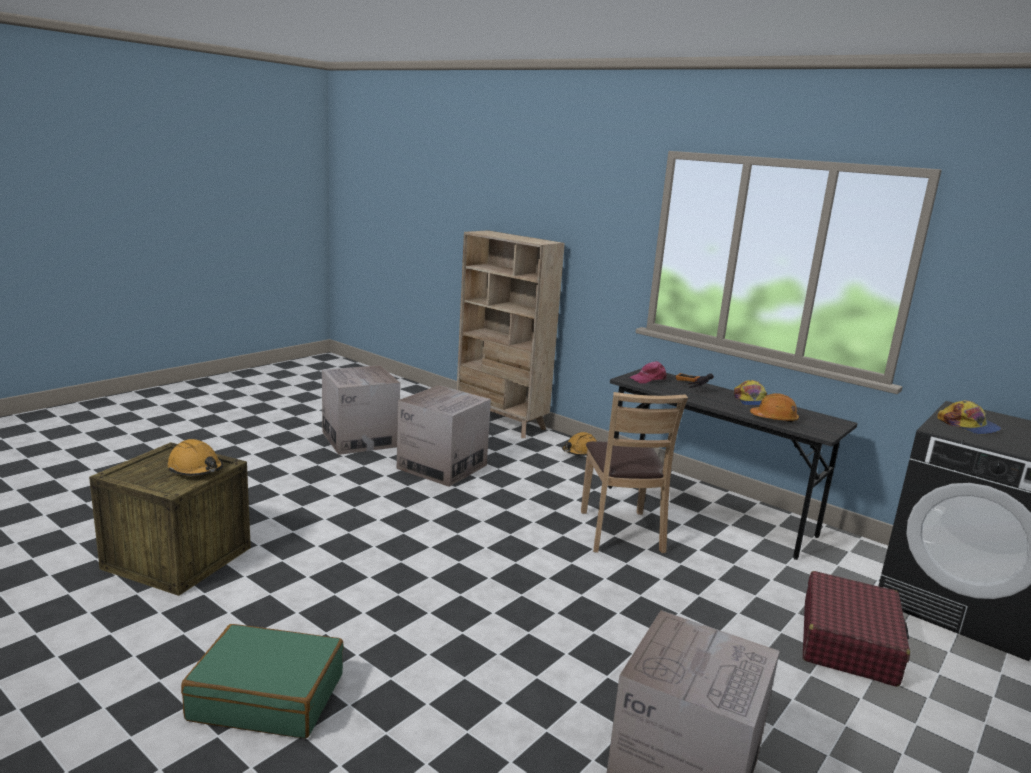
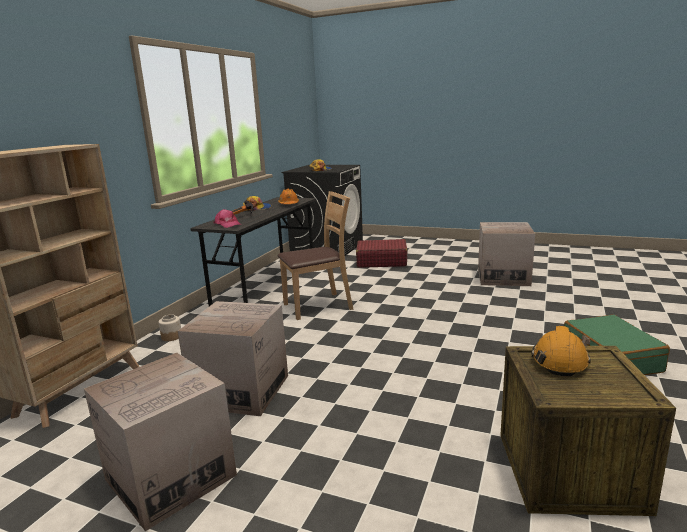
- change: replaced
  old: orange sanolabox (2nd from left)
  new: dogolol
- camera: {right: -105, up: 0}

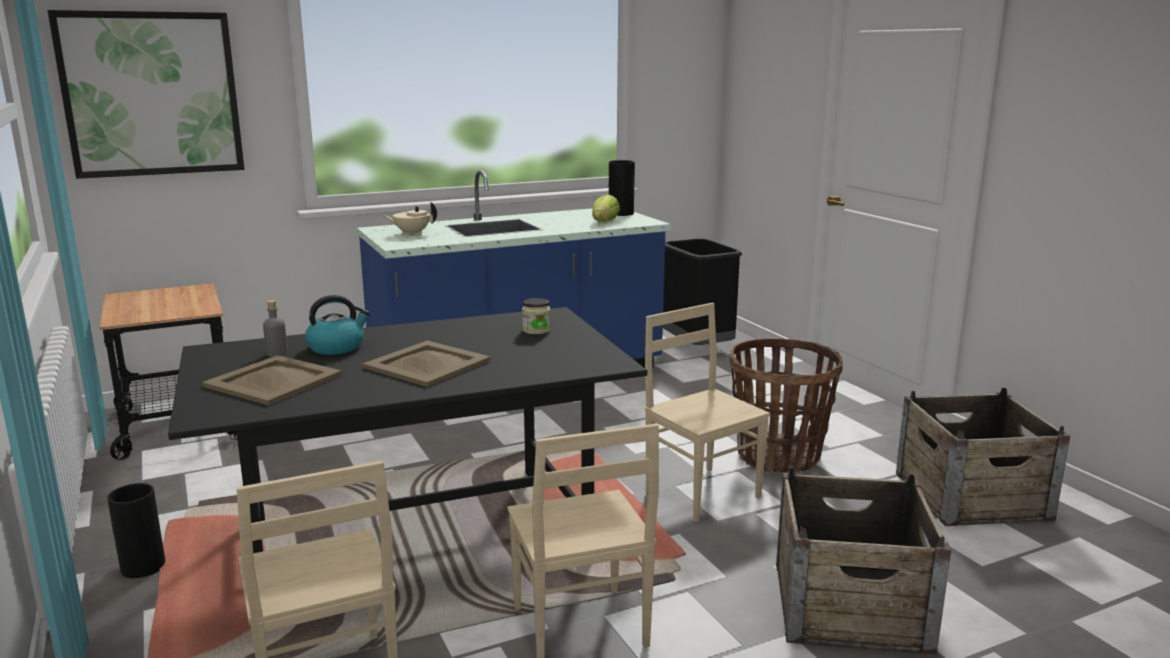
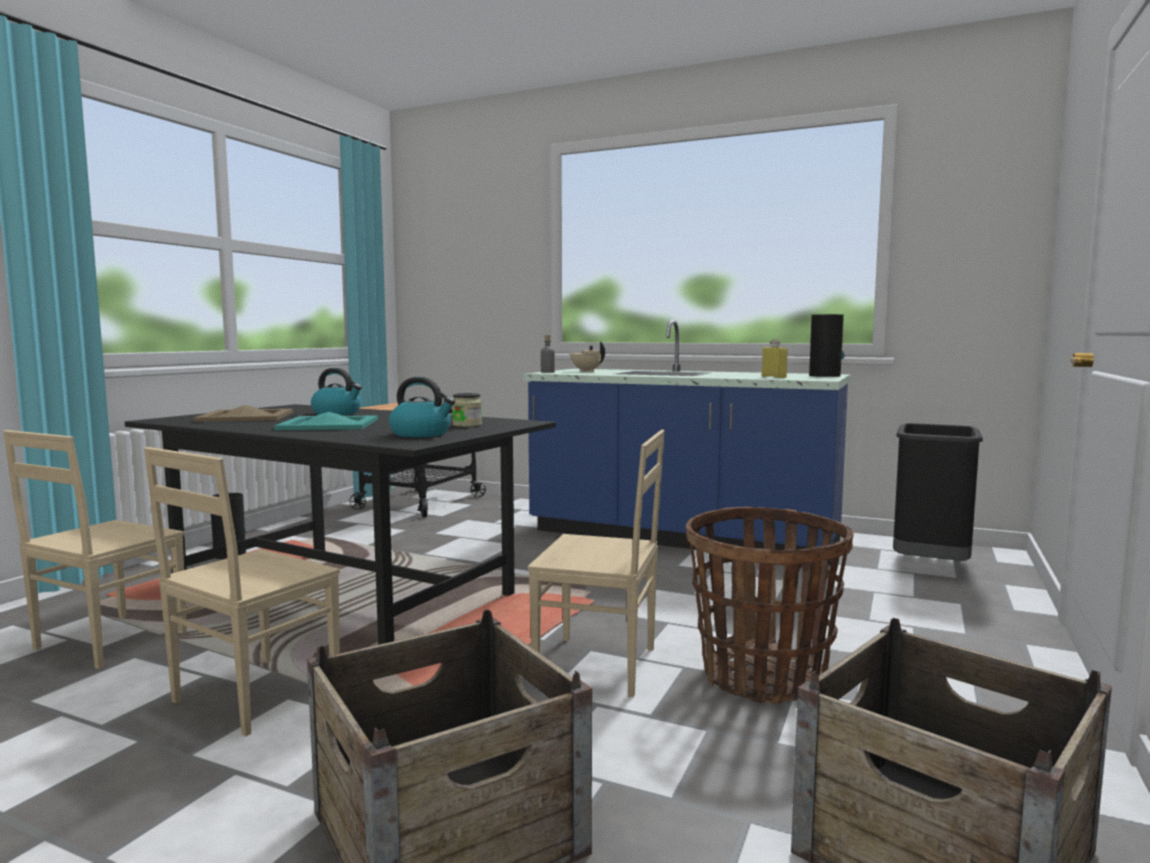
- change: recoloured
  old: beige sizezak (2nd from left)
  new: turquoise sizezak
- change: added
  new: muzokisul (2nd from left)
- change: turned
  old: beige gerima (3rd from left)
  degrees: 90
- change: moved
  old: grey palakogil
- change: replaced
  old: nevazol
  new: yellow palakogil
- change: removed
  old: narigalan
- camera: {right: 50, up: -10}

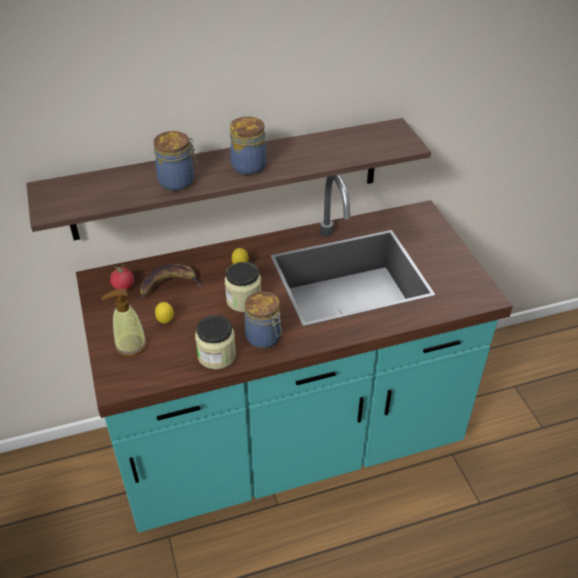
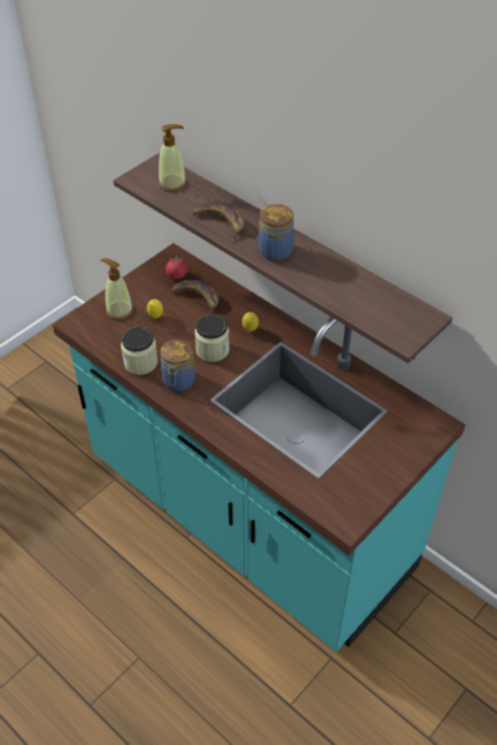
- change: added
  new: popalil (2nd from left)
- change: replaced
  old: dogolol (1st from left)
  new: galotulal (2nd from left)
- camera: {right: 60, up: 5}

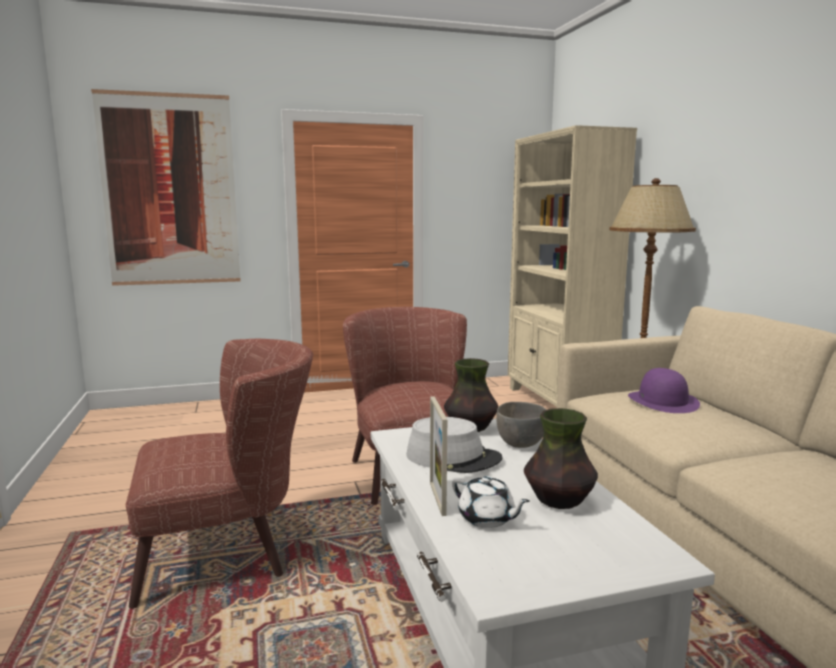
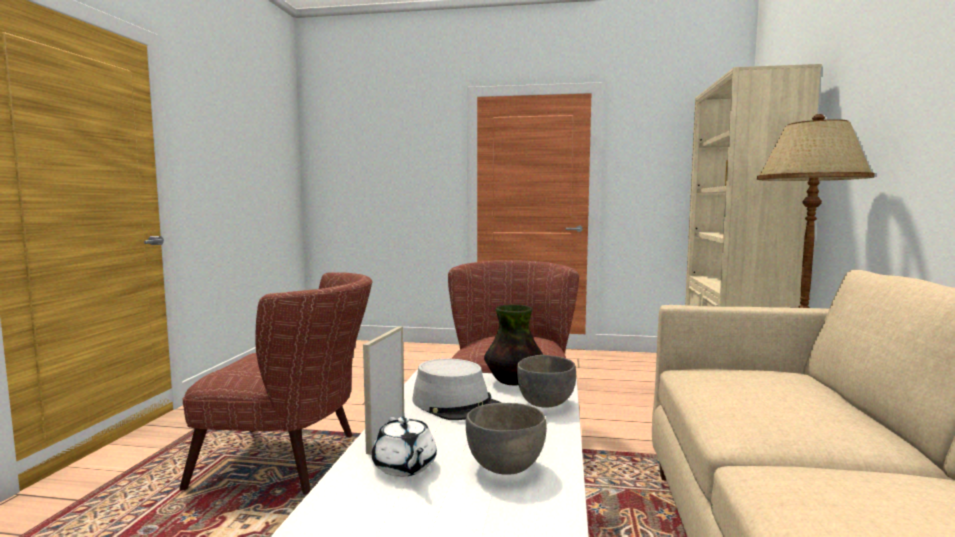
- change: replaced
  old: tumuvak (2nd from left)
  new: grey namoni (1st from left)
- change: removed
  old: narigalan
- change: removed
  old: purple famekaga
- camera: {right: 25, up: -5}

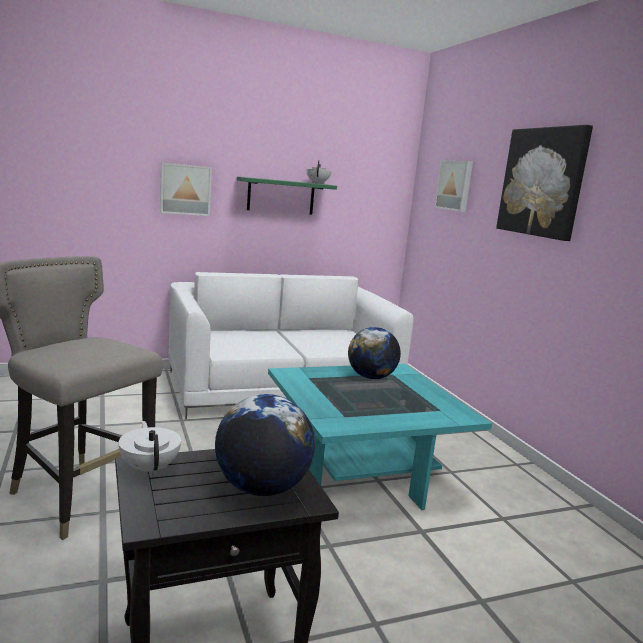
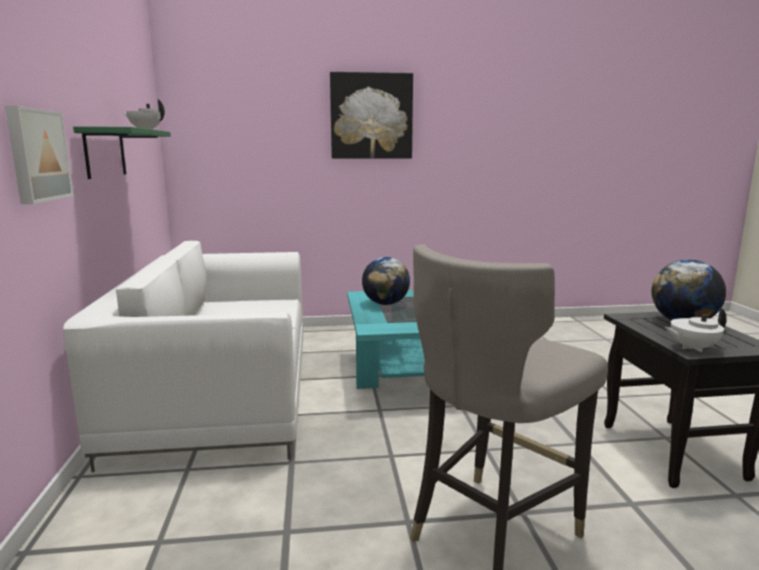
- change: removed
  old: narigalan (2nd from left)
- camera: {right: -75, up: 0}

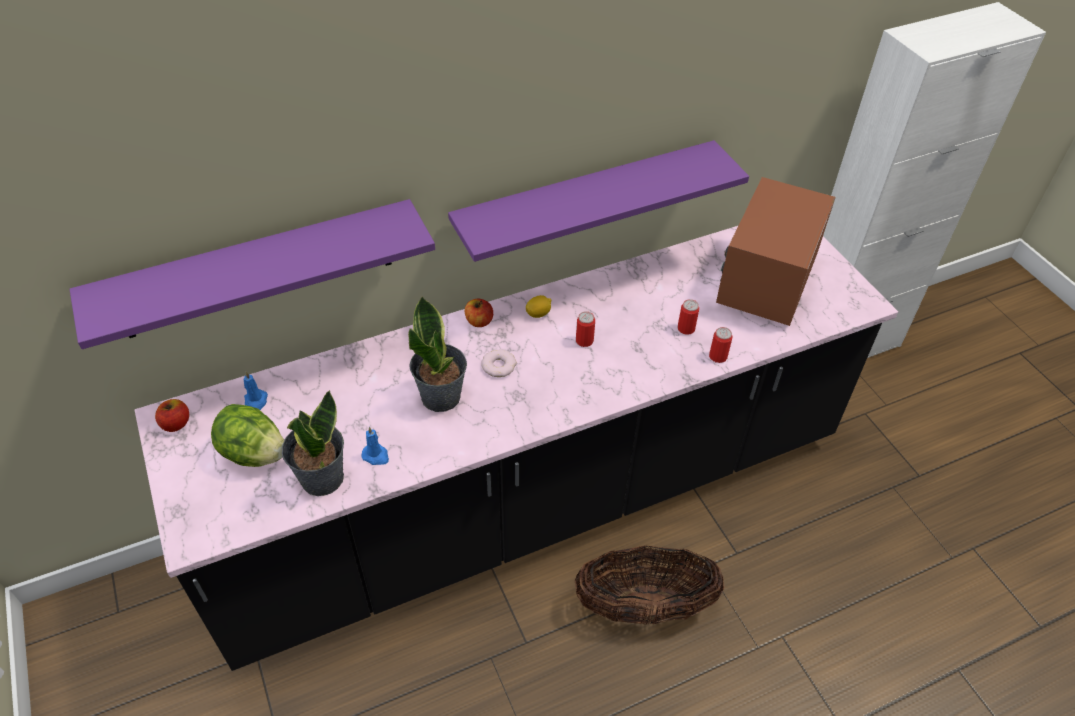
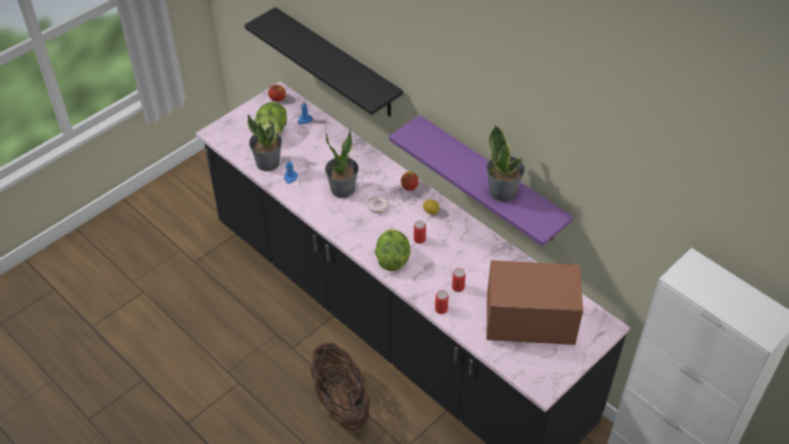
- change: recoloured
  old: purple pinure (1st from left)
  new: black pinure
- change: added
  new: nevazol (2nd from left)
- change: added
  new: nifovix (3rd from left)
- camera: {right: 70, up: 0}

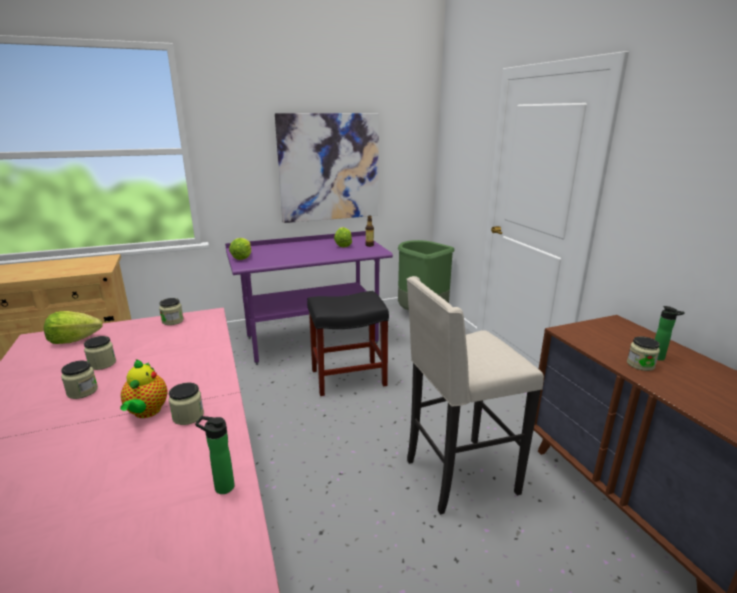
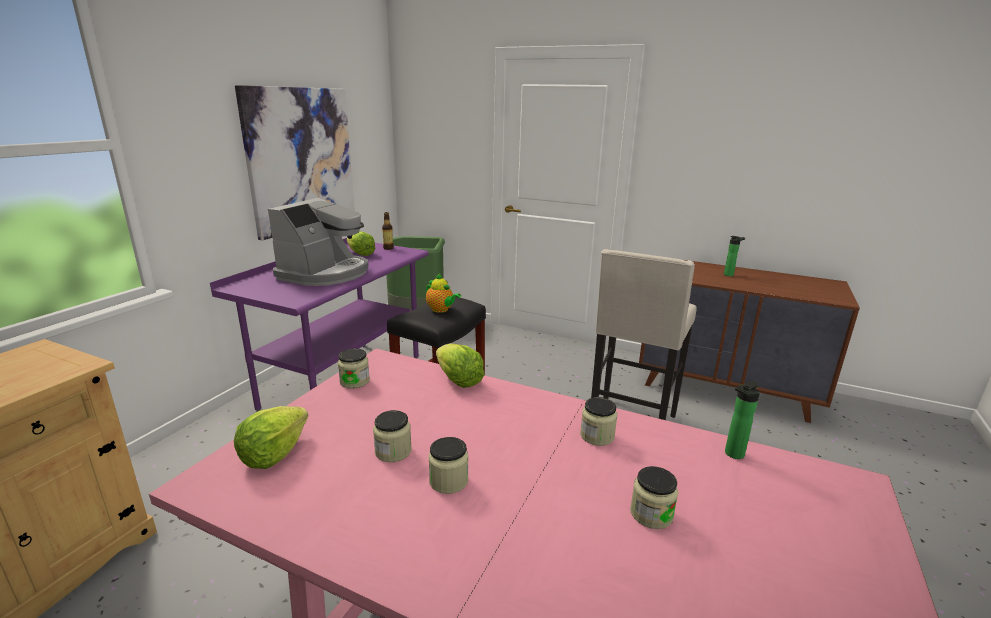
- change: added
  new: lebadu
- change: moved
  old: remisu
- change: moved
  old: nevazol (2nd from left in the first image)
  new: nevazol (3rd from left)
- change: moved
  old: dogolol (5th from left)
- camera: {right: -45, up: 0}

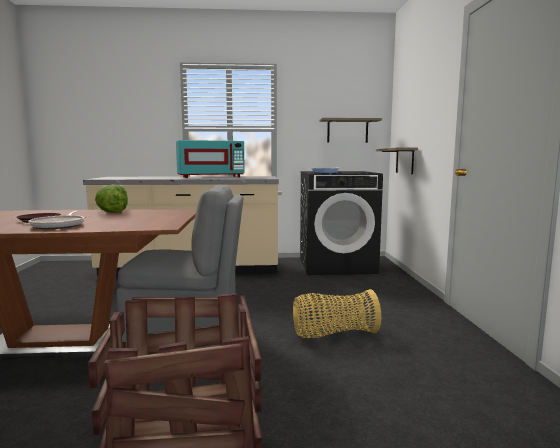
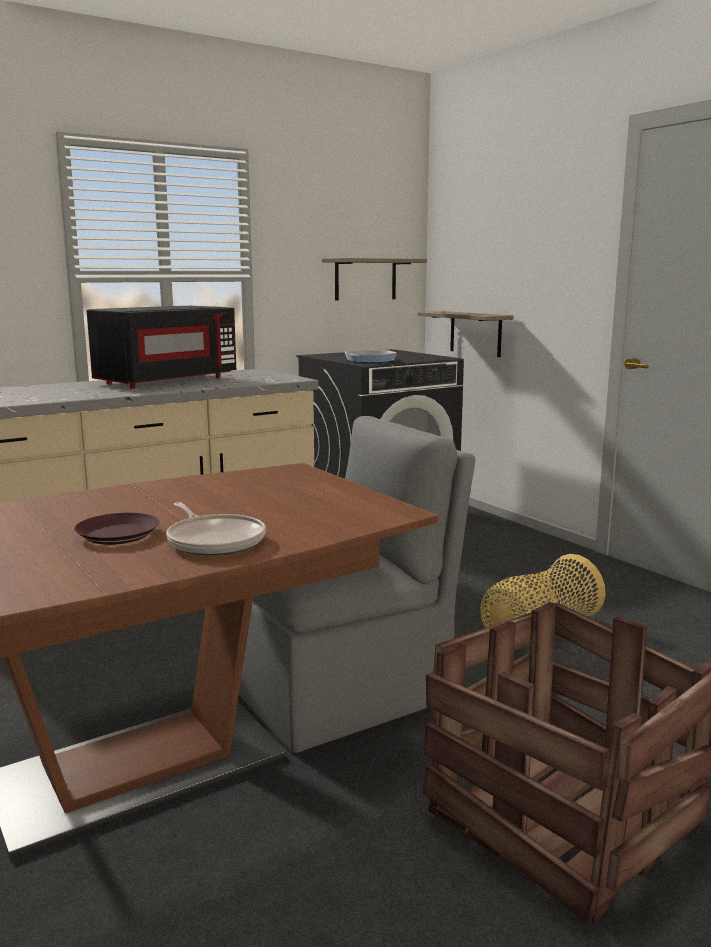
- change: recoloured
  old: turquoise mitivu
  new: black mitivu
- change: removed
  old: nevazol
- camera: {right: -30, up: 5}

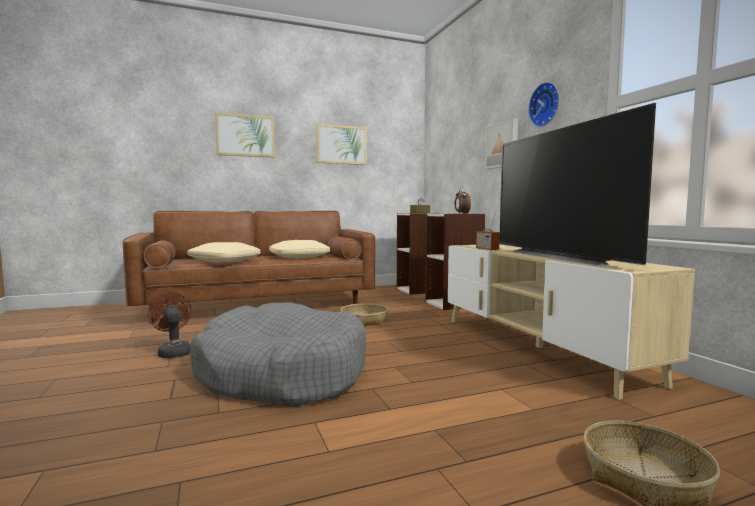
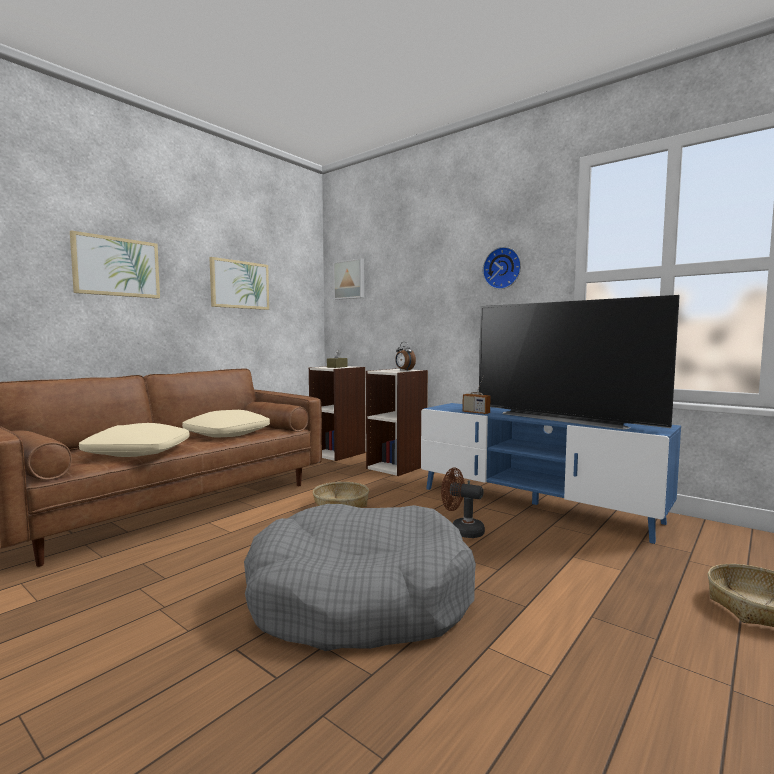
- change: moved
  old: narigalan (3rd from left)
- change: recoloured
  old: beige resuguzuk
  new: blue resuguzuk
- change: moved
  old: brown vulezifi
- camera: {right: -30, up: 0}

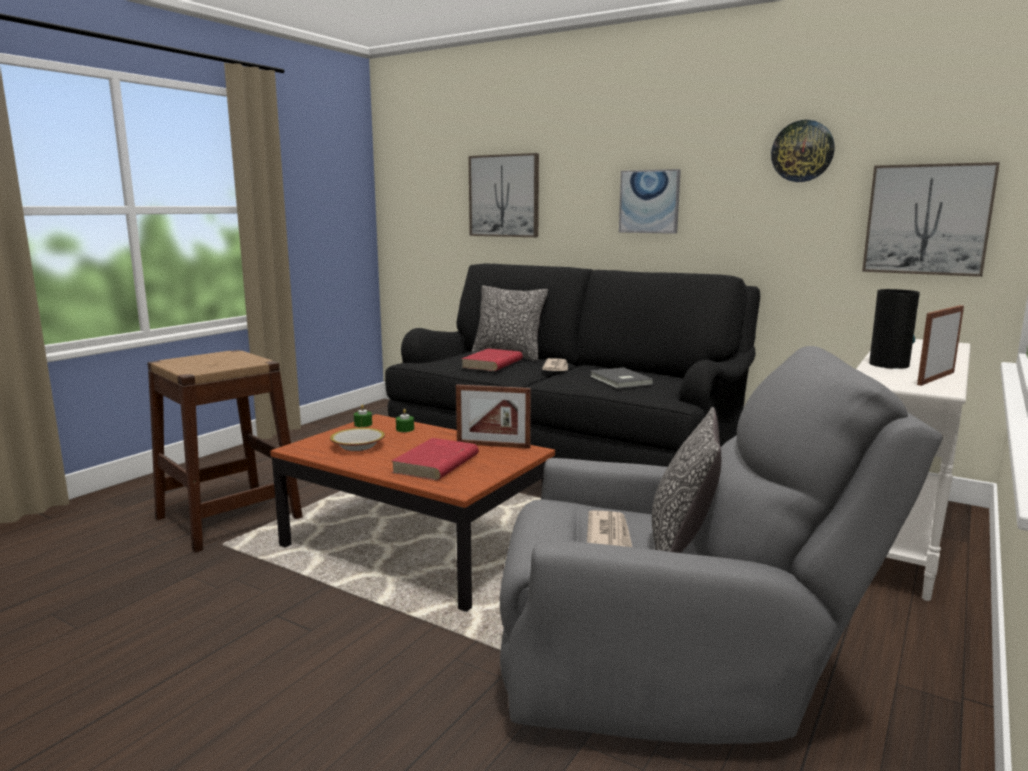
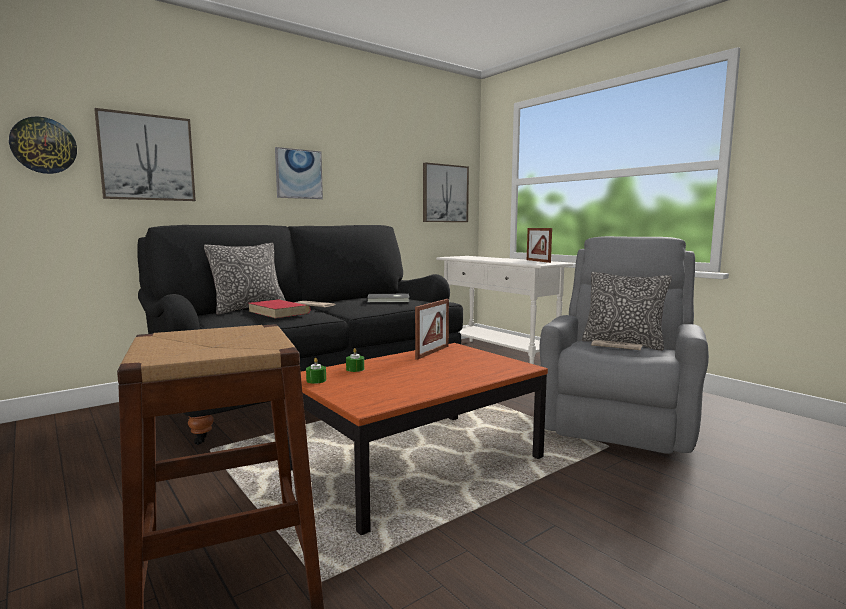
- change: moved
  old: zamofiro
- change: removed
  old: namoni
- change: removed
  old: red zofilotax (1st from left)
- change: removed
  old: tumuvak
- camera: {right: -70, up: -5}

